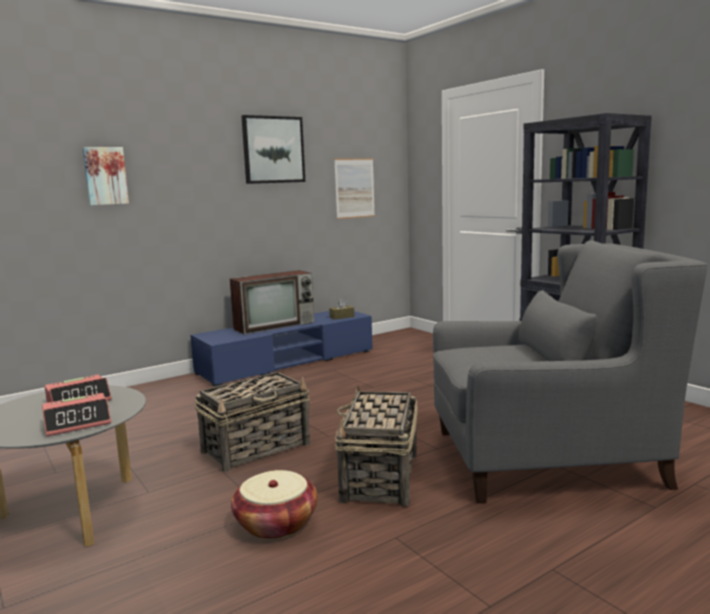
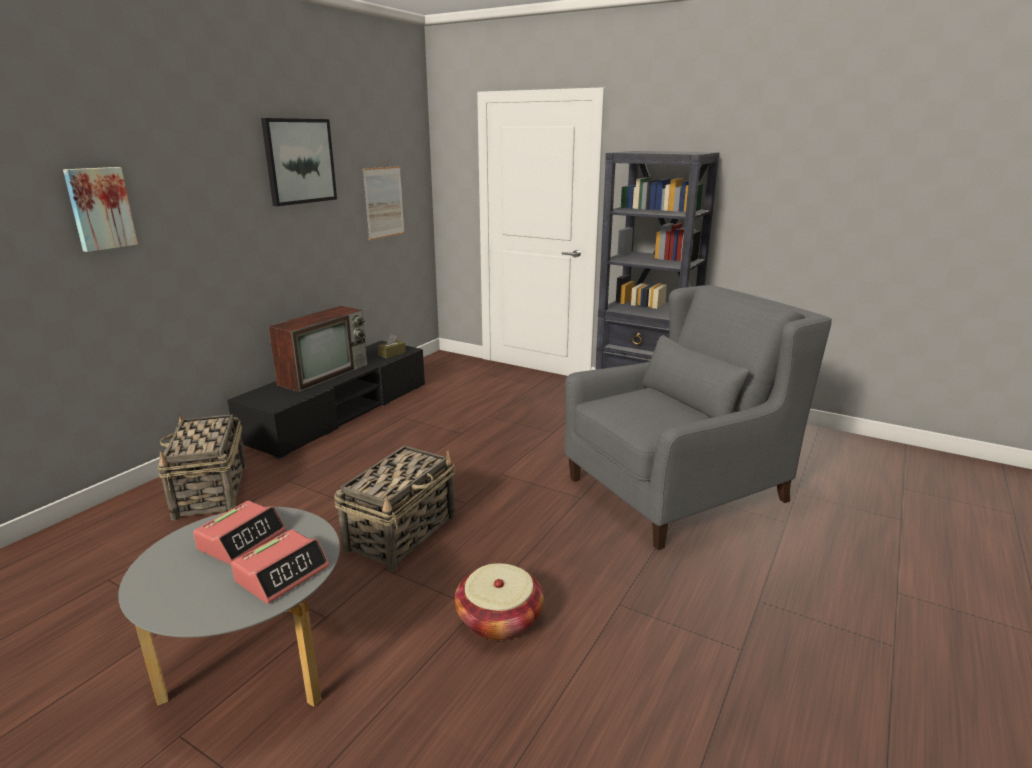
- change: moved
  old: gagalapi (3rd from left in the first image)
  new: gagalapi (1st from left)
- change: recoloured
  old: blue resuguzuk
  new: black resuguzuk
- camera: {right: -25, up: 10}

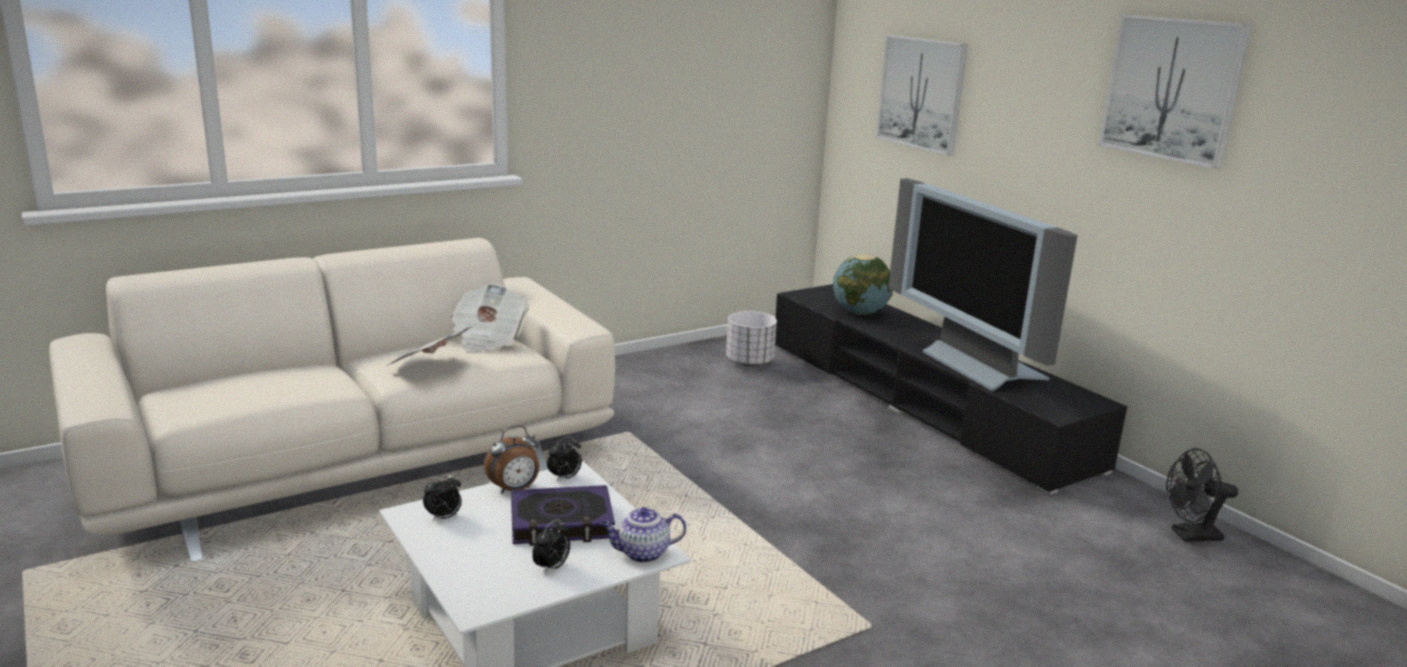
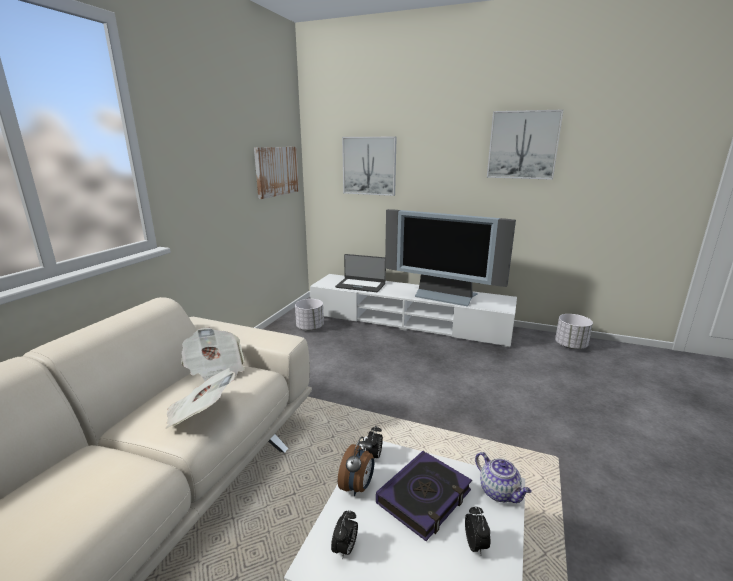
- change: added
  new: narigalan (1st from left)
- change: recoloured
  old: black resuguzuk
  new: white resuguzuk
- change: replaced
  old: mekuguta
  new: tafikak
- change: turned
  old: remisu
  degrees: -75
- change: replaced
  old: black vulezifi
  new: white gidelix (2nd from left)
- camera: {right: -35, up: 0}

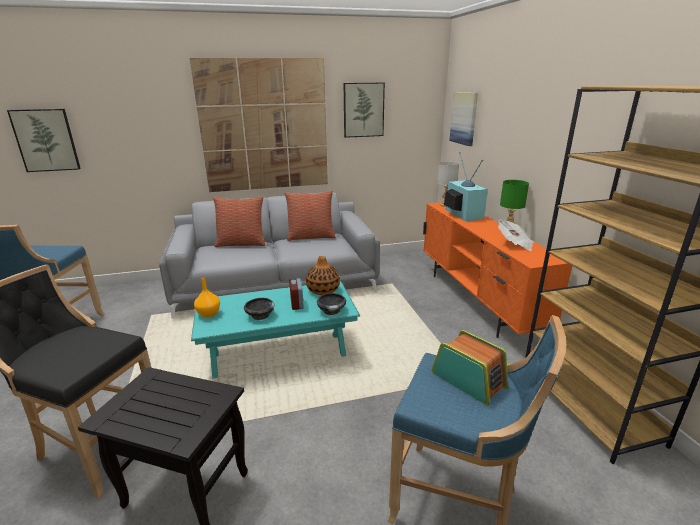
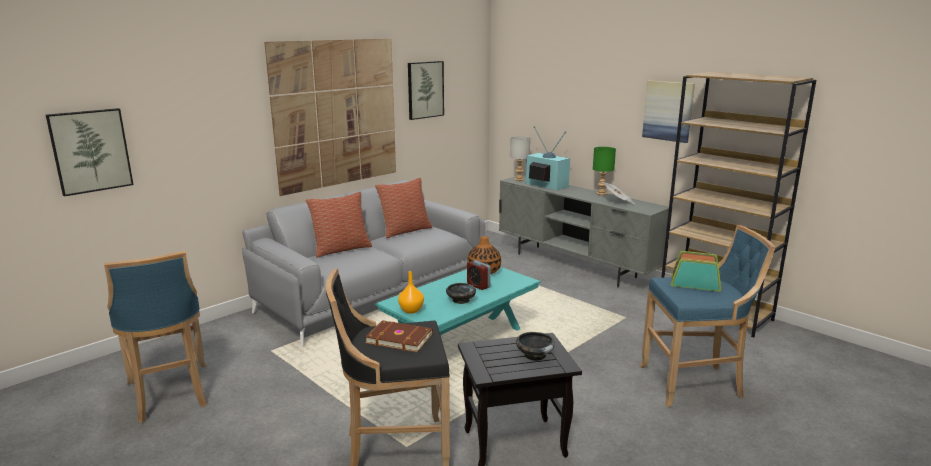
- change: added
  new: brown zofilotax
- change: recoloured
  old: orange resuguzuk
  new: grey resuguzuk
- change: moved
  old: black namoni (2nd from left)
- change: moved
  old: narigalan (4th from left)
- camera: {right: -30, up: -5}

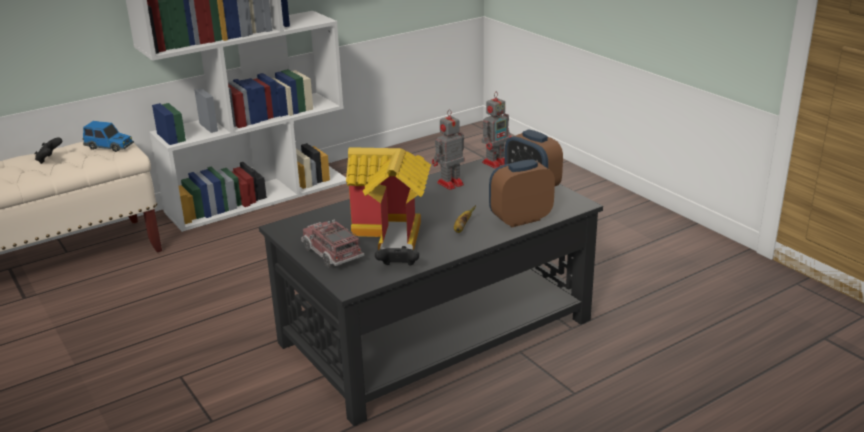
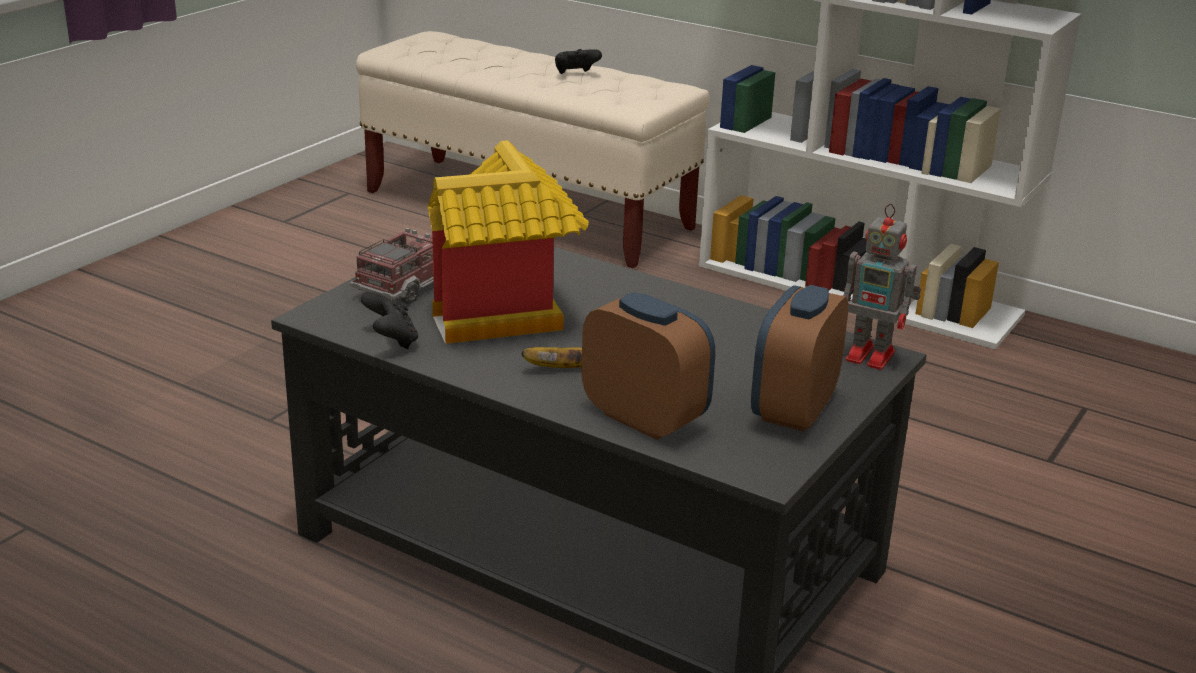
- change: removed
  old: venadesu
- change: removed
  old: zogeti (1st from left)
- camera: {right: 65, up: 0}

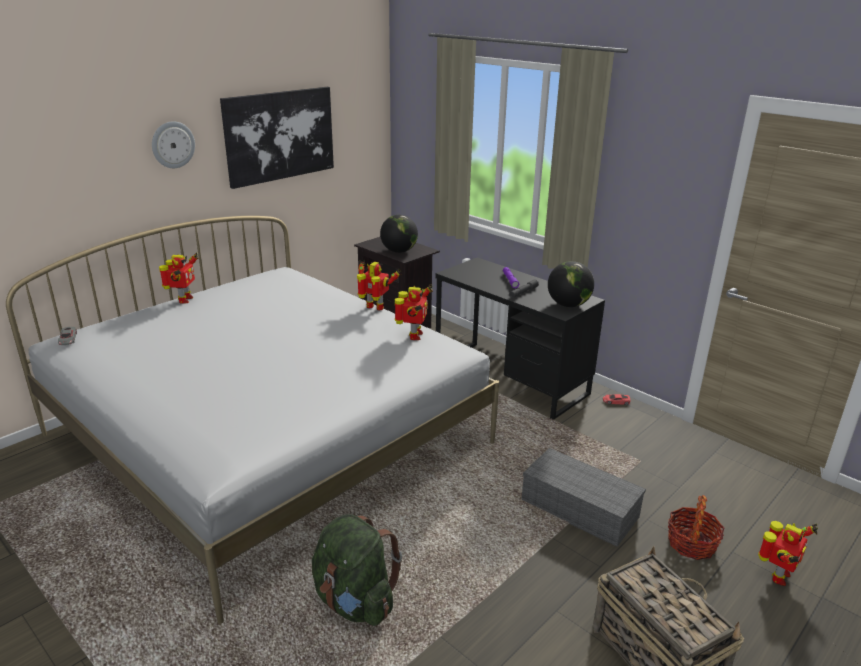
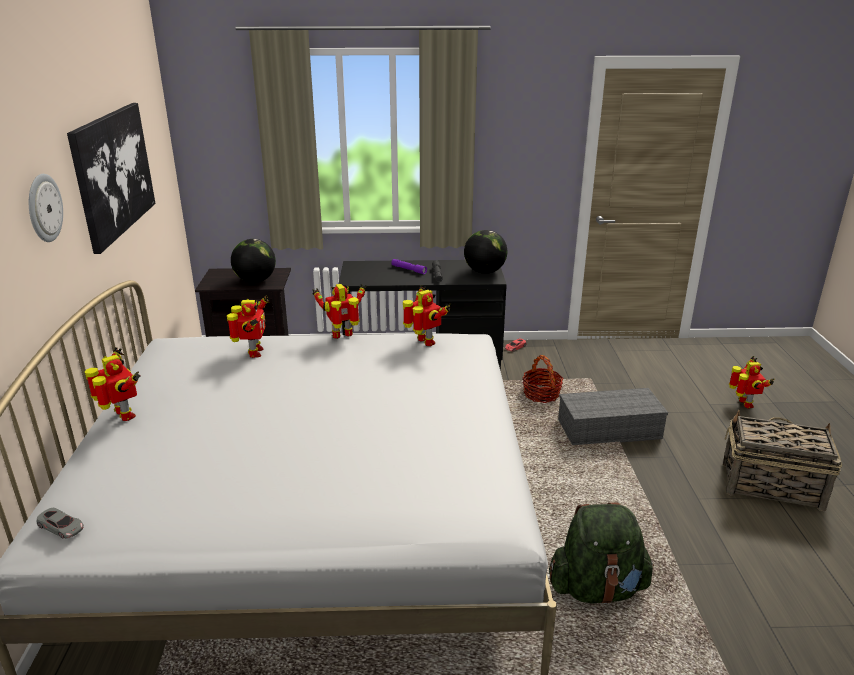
- change: added
  new: zogeti (2nd from left)
- change: moved
  old: gagalapi (2nd from left in the first image)
  new: gagalapi (1st from left)
- camera: {right: -45, up: 0}

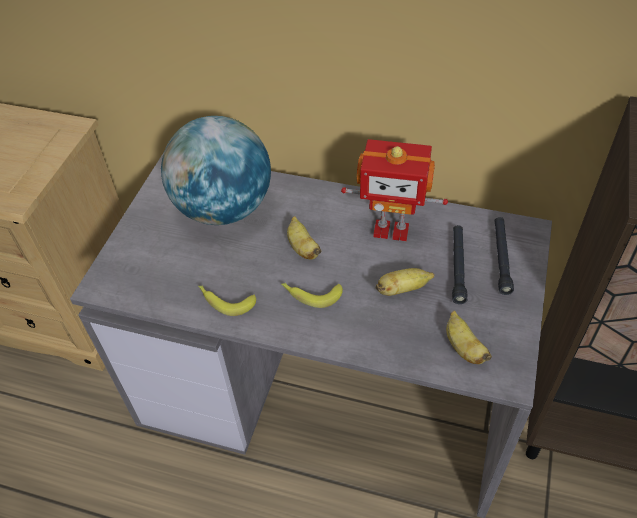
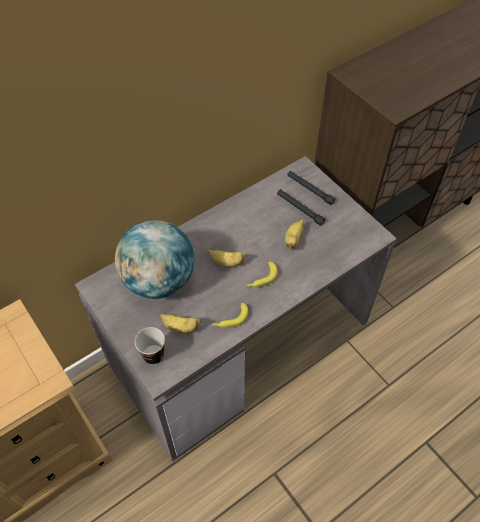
- change: added
  new: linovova
- change: moved
  old: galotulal (5th from left in the first image)
  new: galotulal (1st from left)
- change: removed
  old: zogeti
- camera: {right: -55, up: 5}

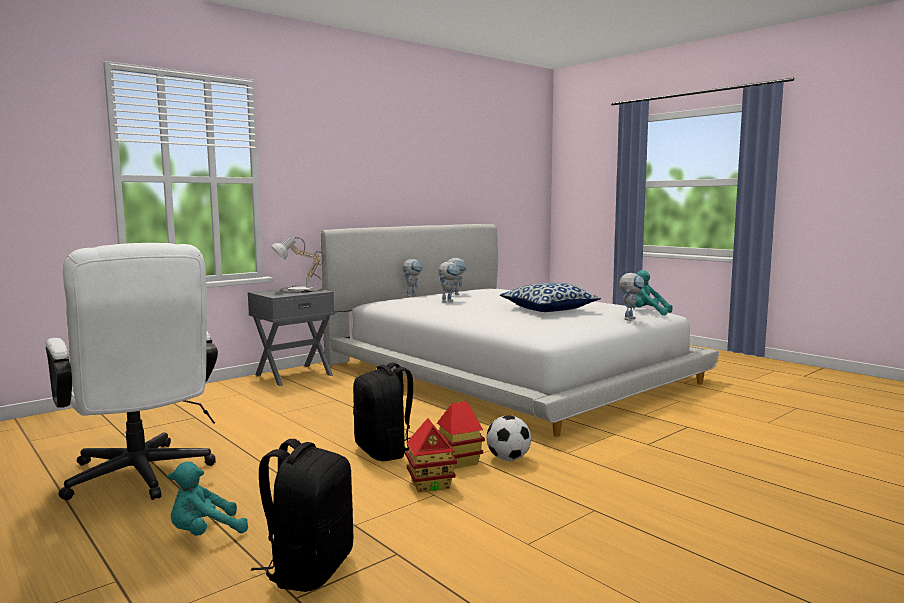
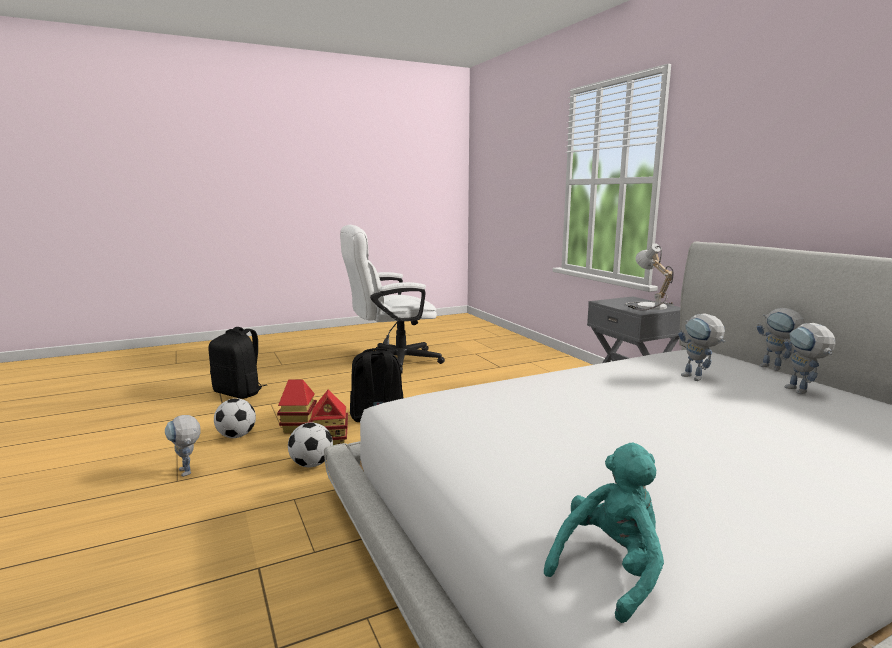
- change: moved
  old: zogeti (4th from left in the first image)
  new: zogeti (1st from left)
- change: added
  new: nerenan (1st from left)
- change: removed
  old: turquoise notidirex (1st from left)
- change: removed
  old: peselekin
- camera: {right: 105, up: 5}

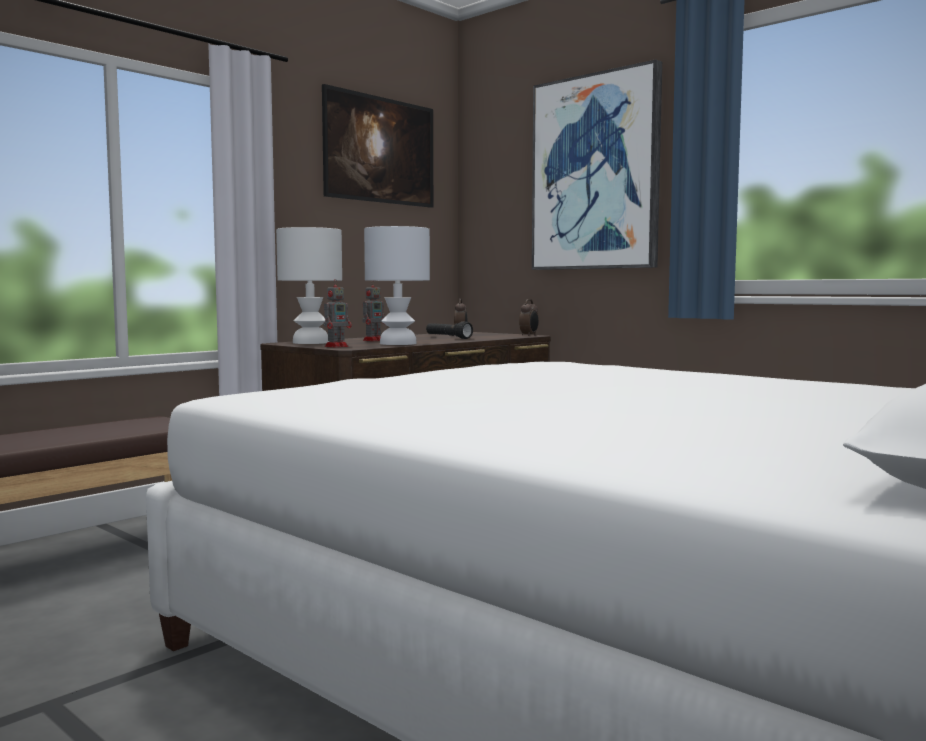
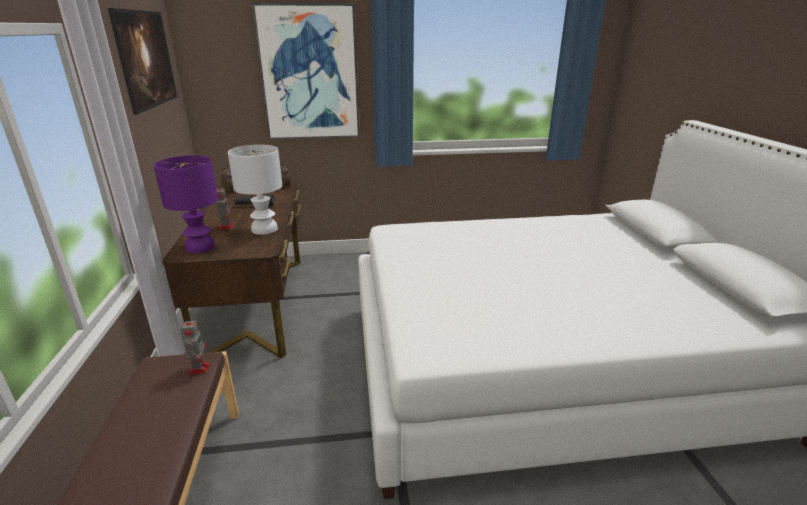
- change: recoloured
  old: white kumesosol (1st from left)
  new: purple kumesosol
- change: moved
  old: zogeti (1st from left)
- camera: {right: -50, up: 20}

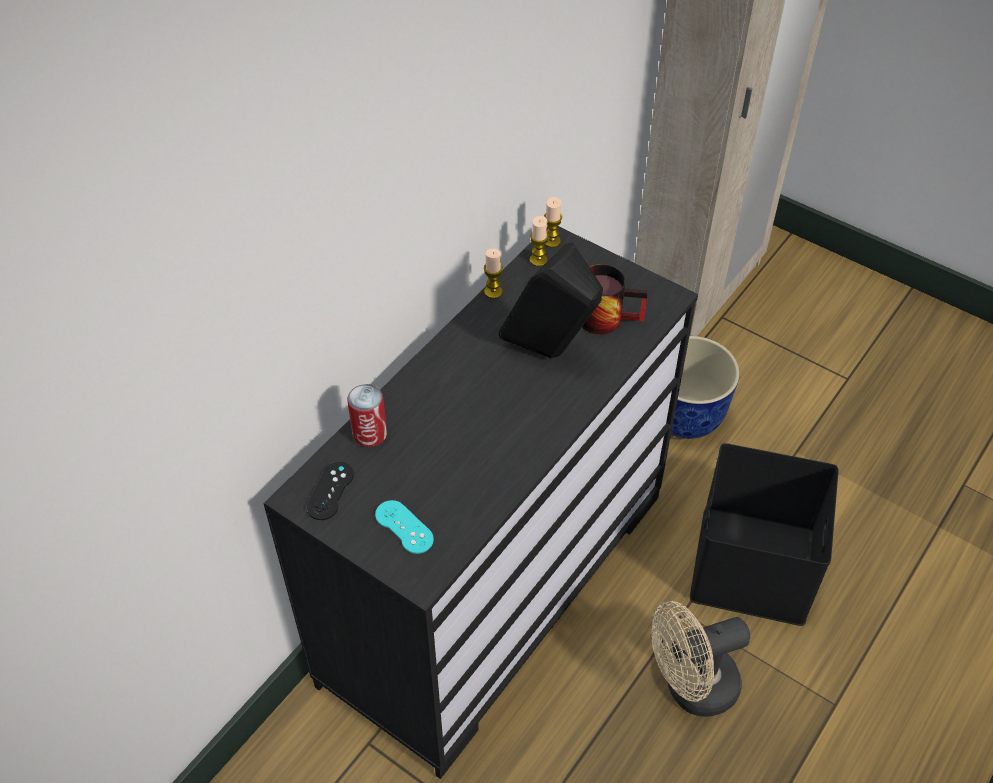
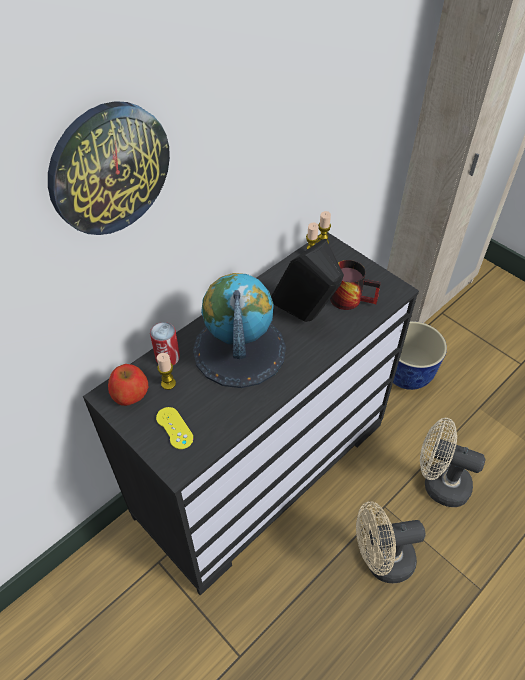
- change: added
  new: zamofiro
- change: replaced
  old: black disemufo
  new: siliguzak
- change: recoloured
  old: turquoise disemufo
  new: yellow disemufo
- change: moved
  old: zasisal (1st from left)
- change: added
  new: mekuguta
- change: replaced
  old: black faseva
  new: beige vulezifi (2nd from left)
- camera: {right: 10, up: 0}

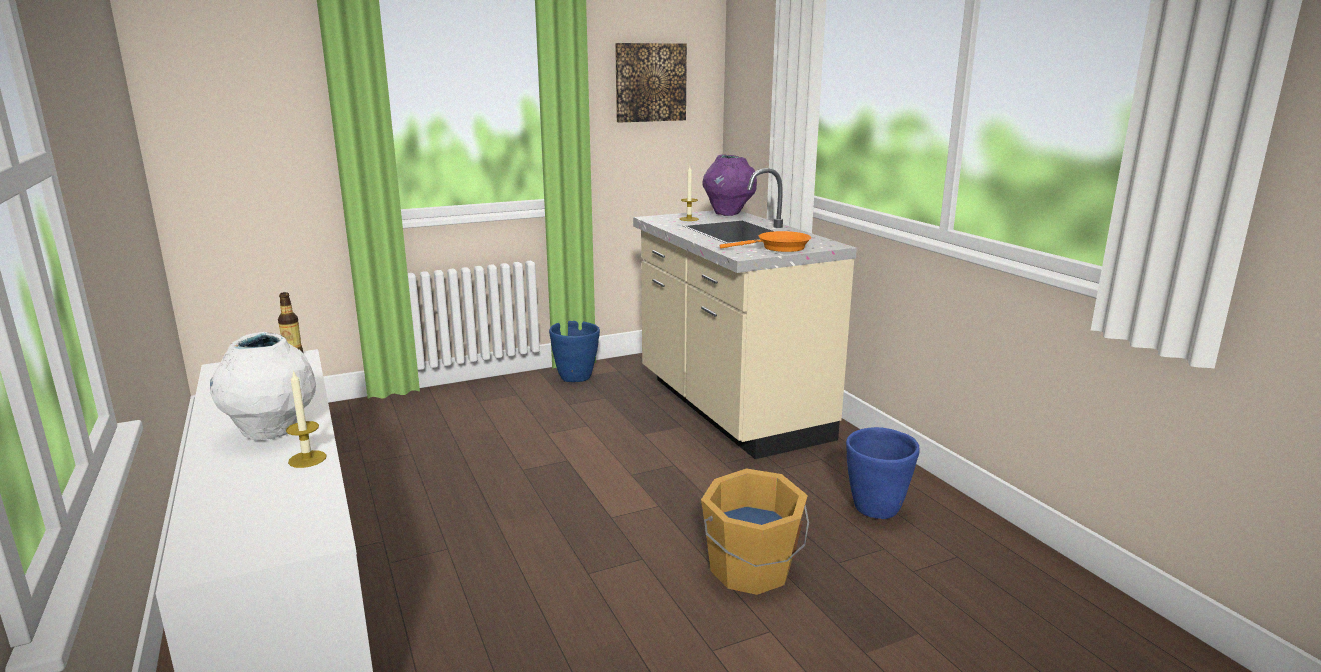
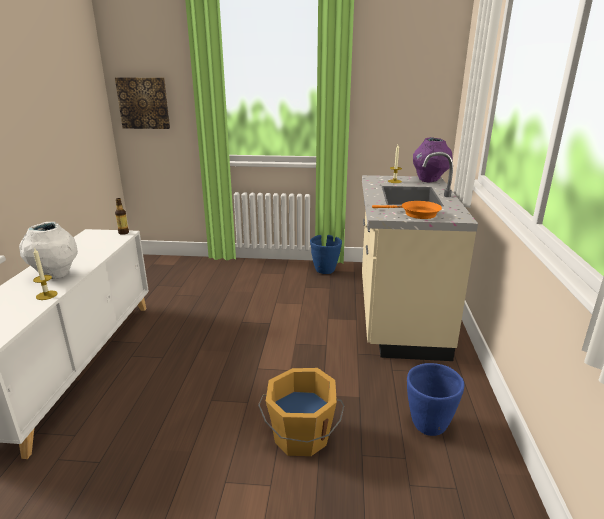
- change: moved
  old: narigalan
- camera: {right: 30, up: 5}

